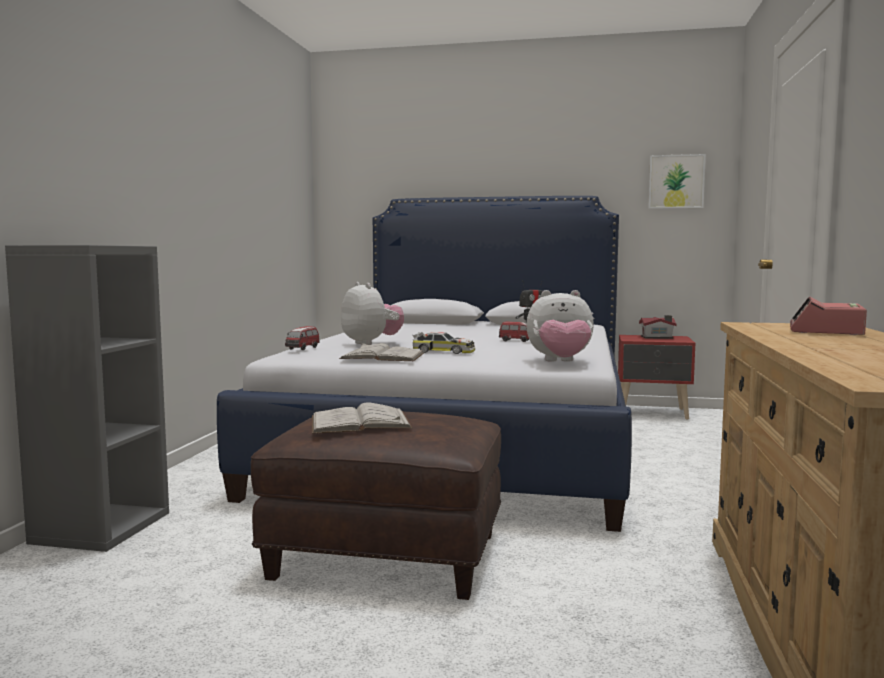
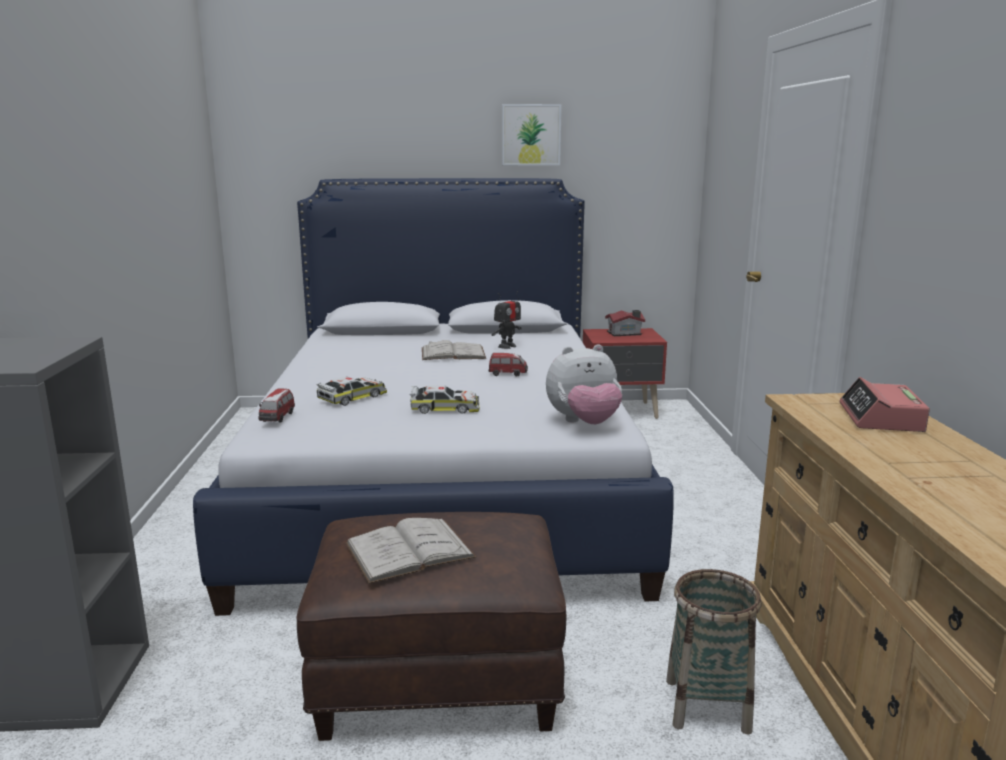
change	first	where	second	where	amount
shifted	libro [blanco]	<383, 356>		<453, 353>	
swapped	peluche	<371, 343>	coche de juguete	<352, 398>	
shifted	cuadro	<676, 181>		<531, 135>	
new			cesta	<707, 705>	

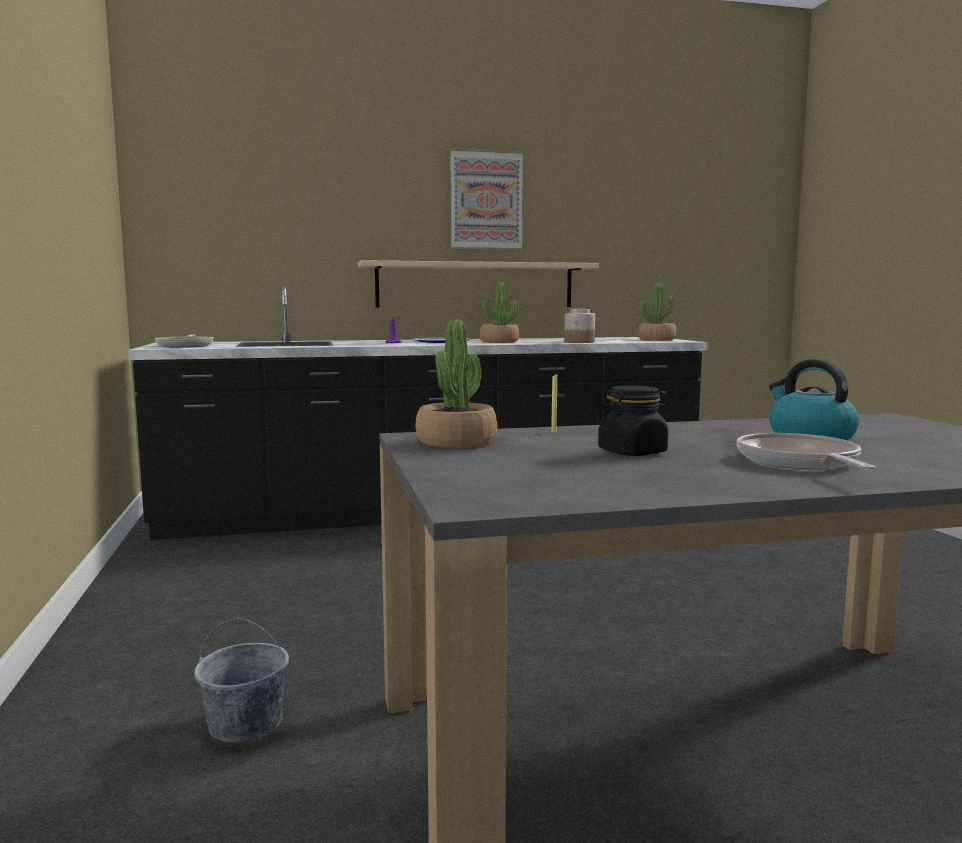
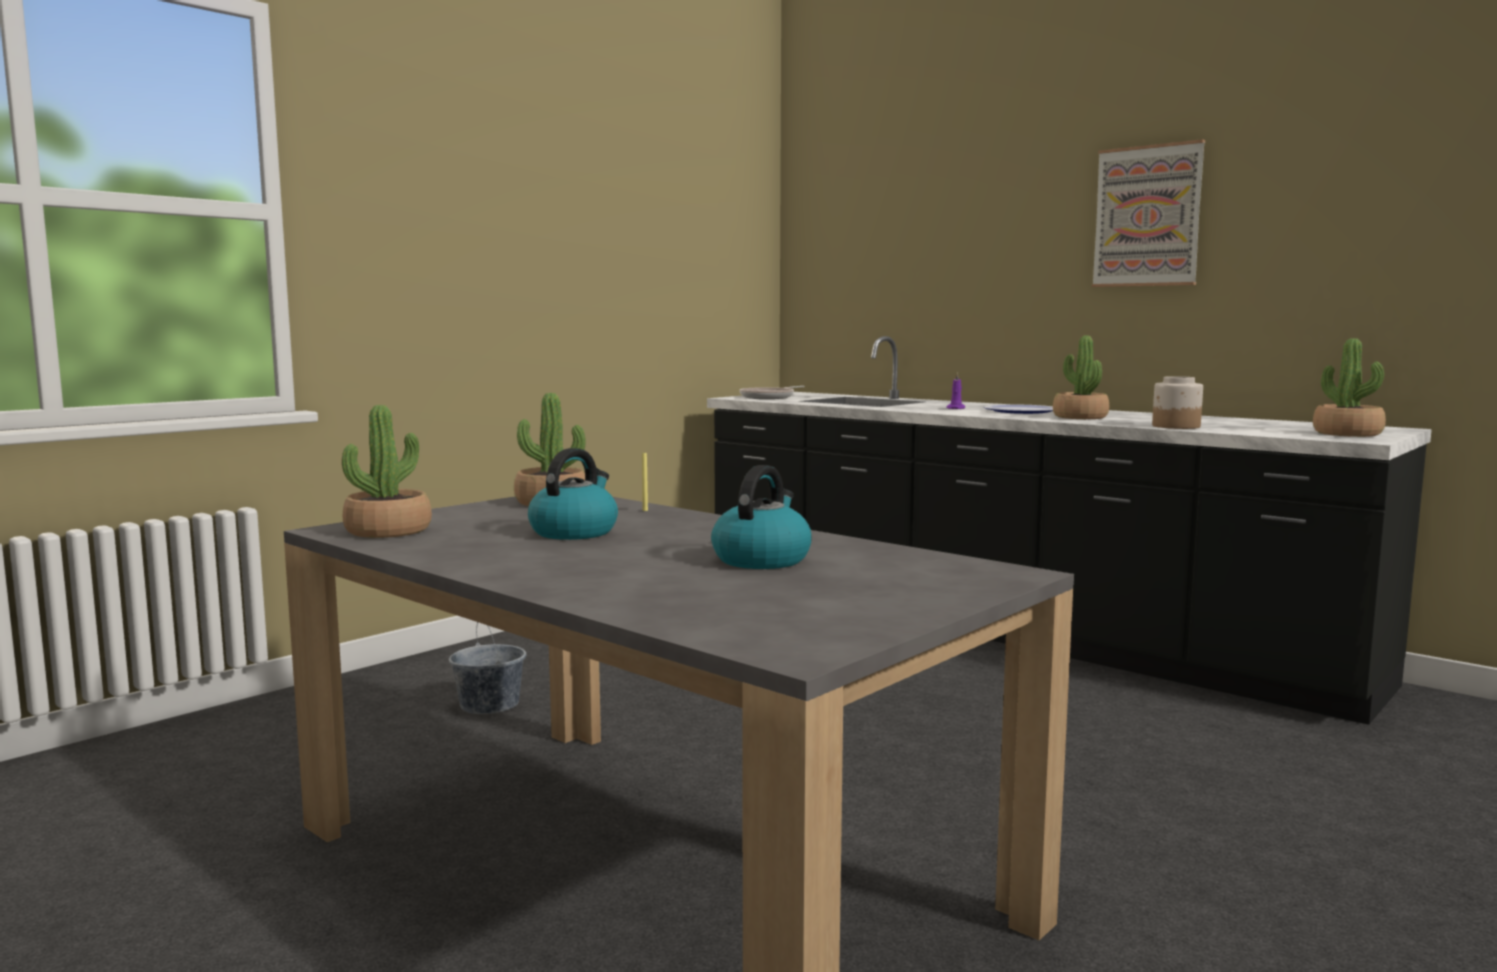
change	first	where	second	where	amount
gone	estante [beis]	<475, 285>			
swapped	tarro [negro]	<633, 452>	hervidor	<574, 532>	
gone	sartén	<800, 462>			
new			planta en maceta	<388, 531>	

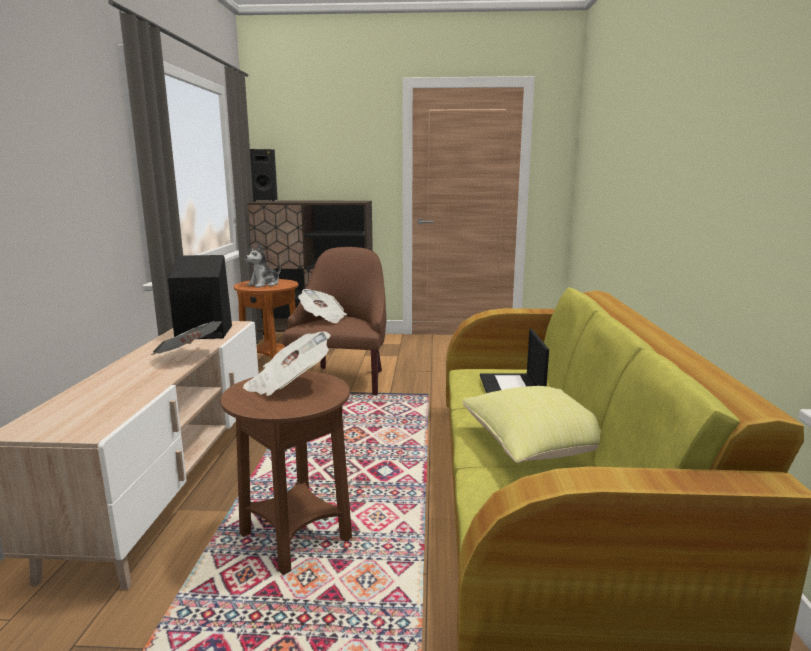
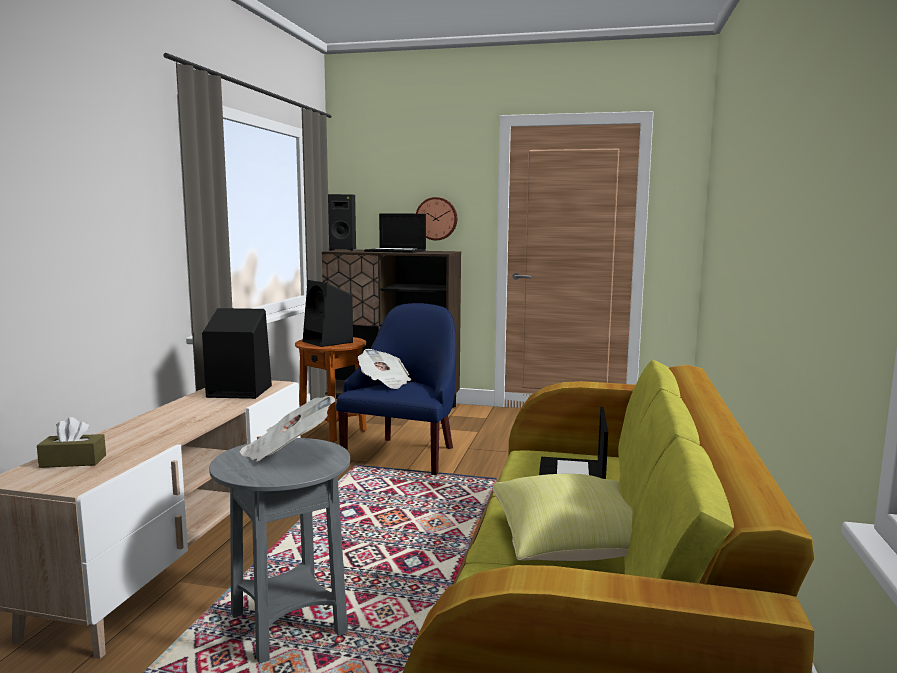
change	first	where	second	where	amount
gone	periódico	<188, 356>			
repainted	mesa auxiliar [marrón]	<295, 537>	mesa auxiliar [gris]	<287, 624>	
swapped	peluche	<264, 284>	altavoz [negro]	<328, 342>	
repainted	sillón [marrón]	<342, 379>	sillón [azul]	<404, 454>	
new			caja de pañuelos [marrón]	<73, 461>	
new			portátil	<396, 251>	
new			reloj de pared	<436, 218>	

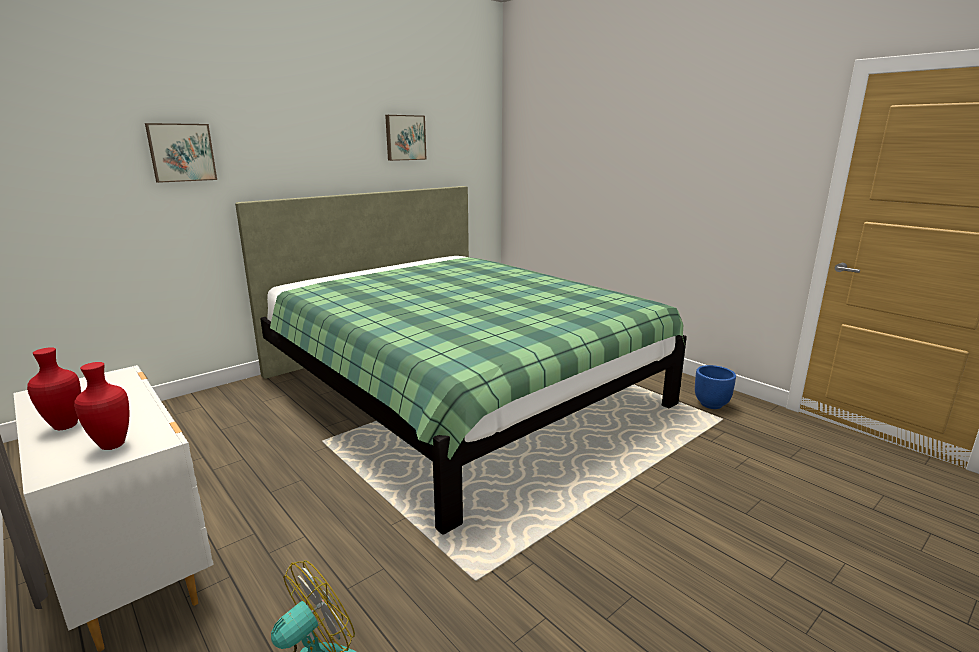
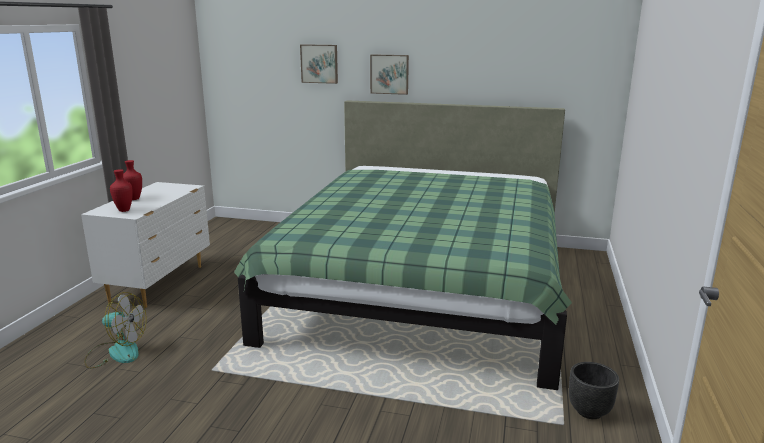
change	first	where	second	where	amount
shifted	cuadro	<405, 137>		<389, 74>	
repainted	maceta [azul]	<711, 405>	maceta [negro]	<589, 412>	

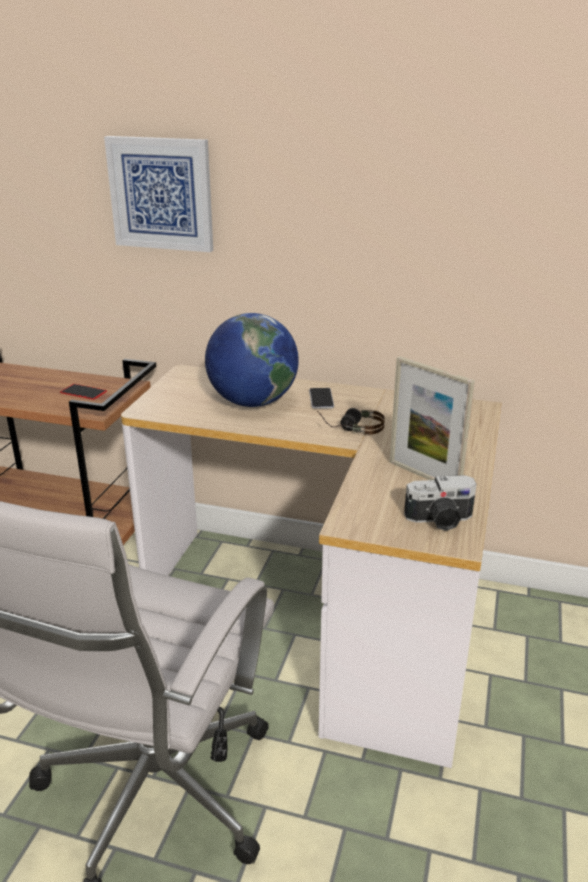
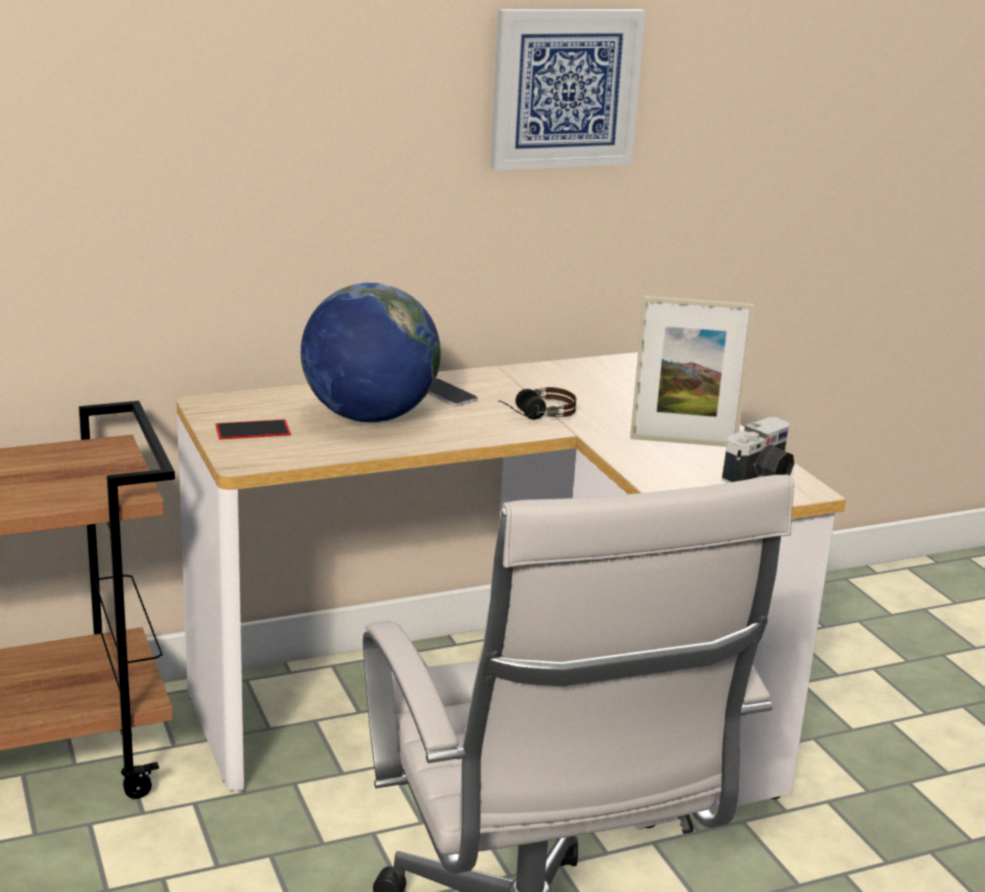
change	first	where	second	where	amount
shifted	móvil	<83, 392>		<252, 430>	
shifted	cuadro	<161, 194>		<565, 88>	

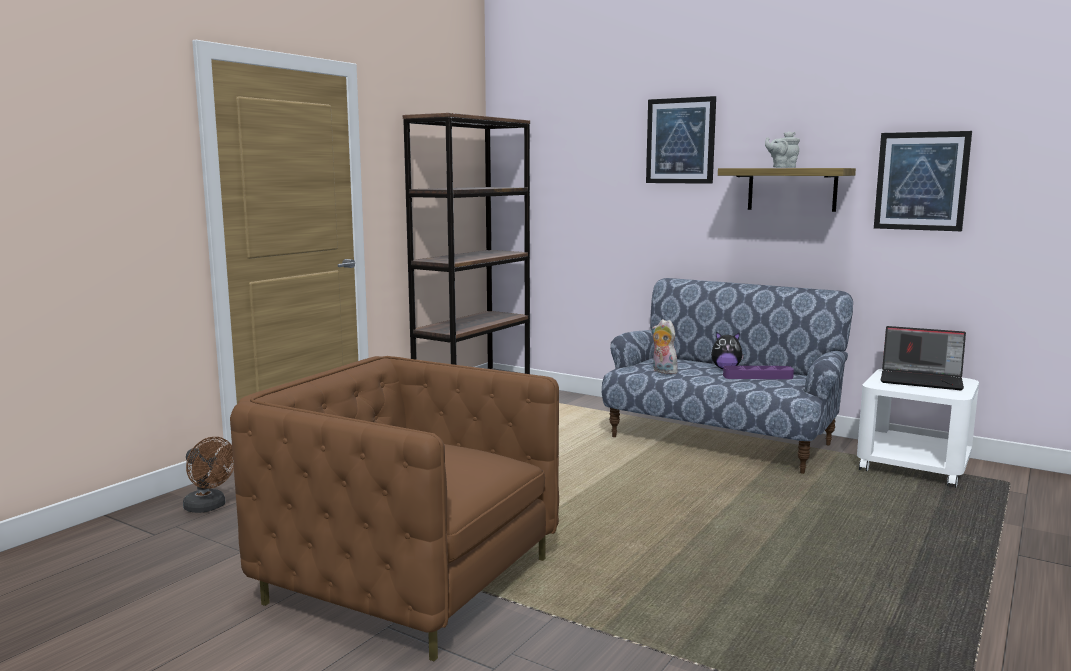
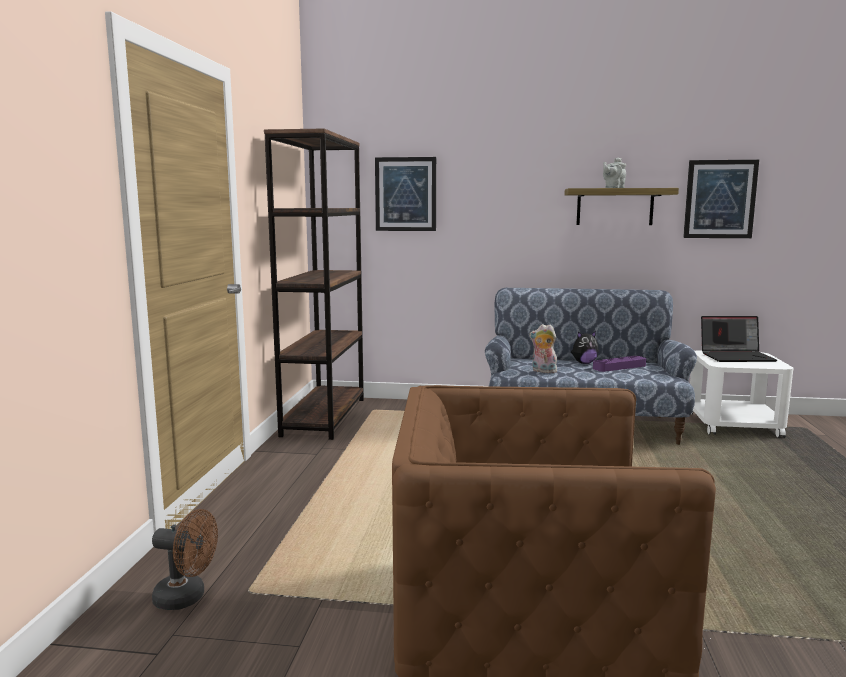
change	first	where	second	where	amount
shifted	cuadro	<680, 141>		<405, 194>	

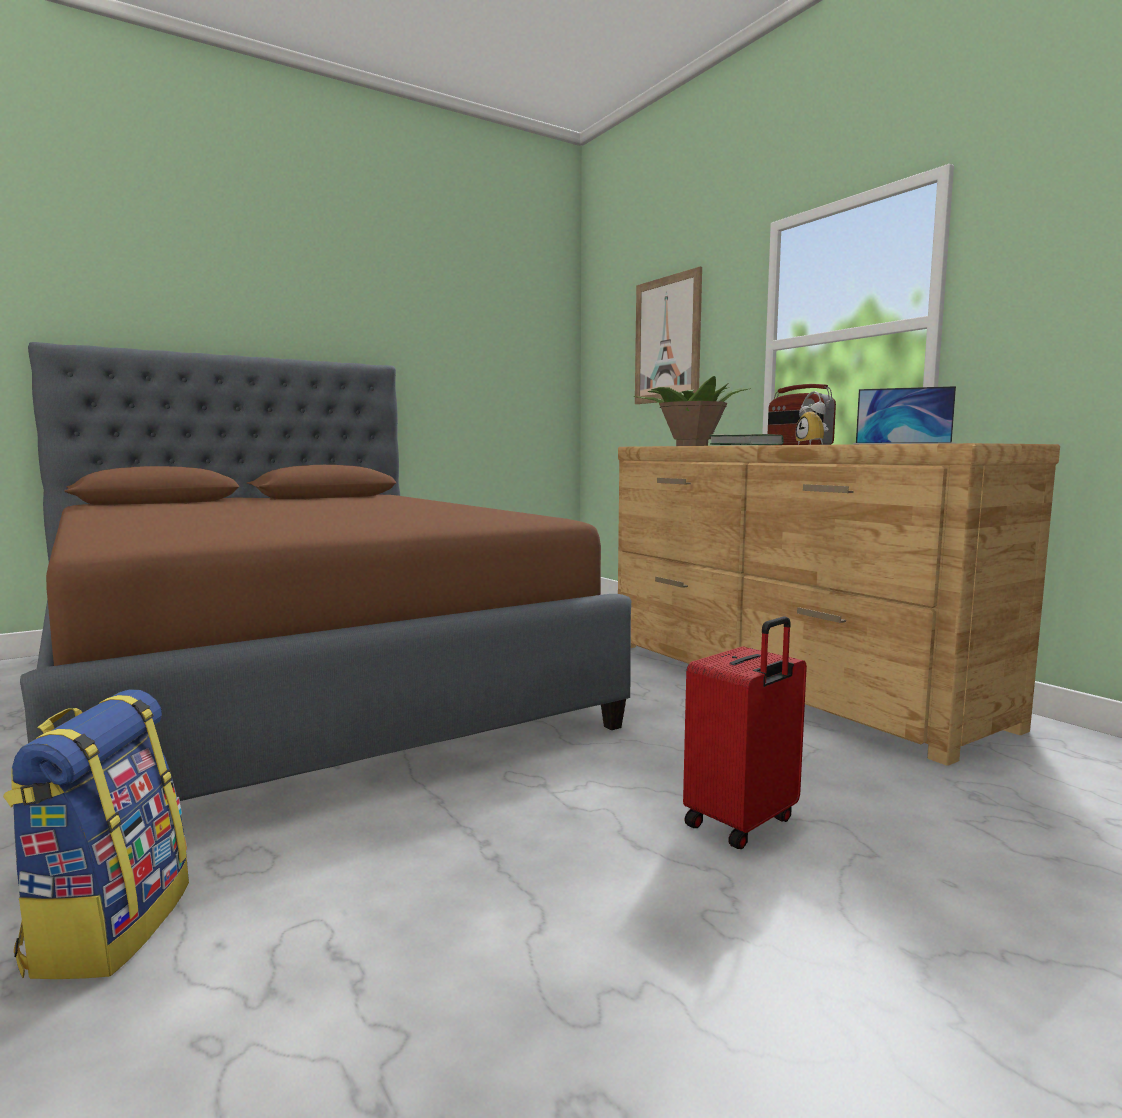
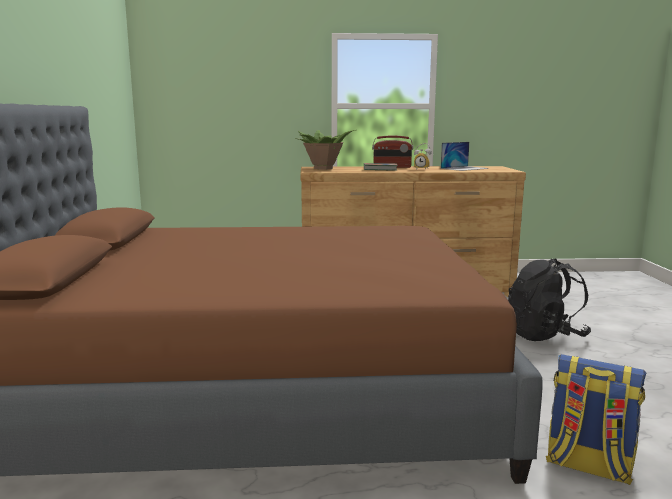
change	first	where	second	where	amount
gone	cuadro	<667, 340>			
swapped	maleta [rojo]	<743, 823>	mochila [negro]	<544, 335>	

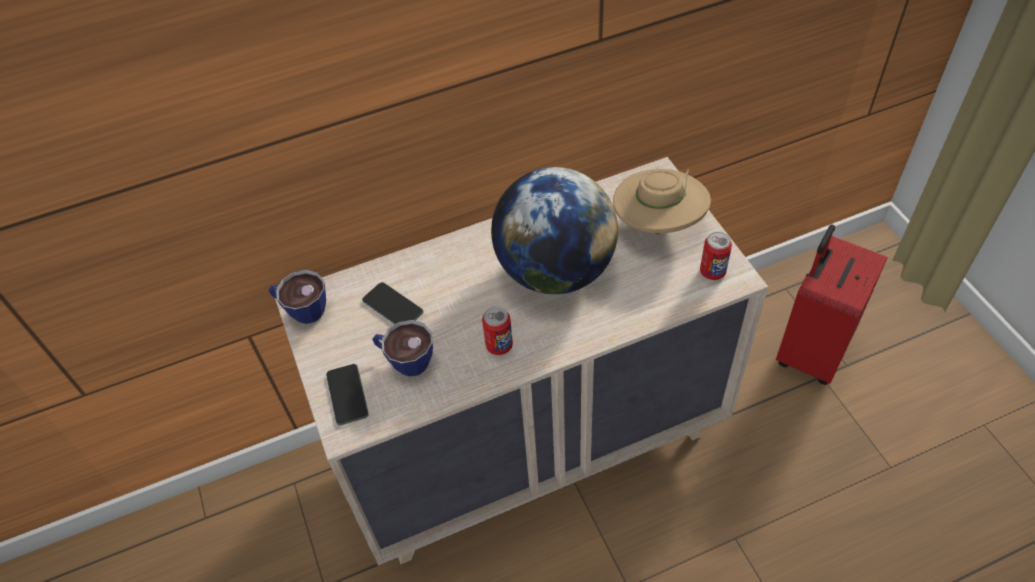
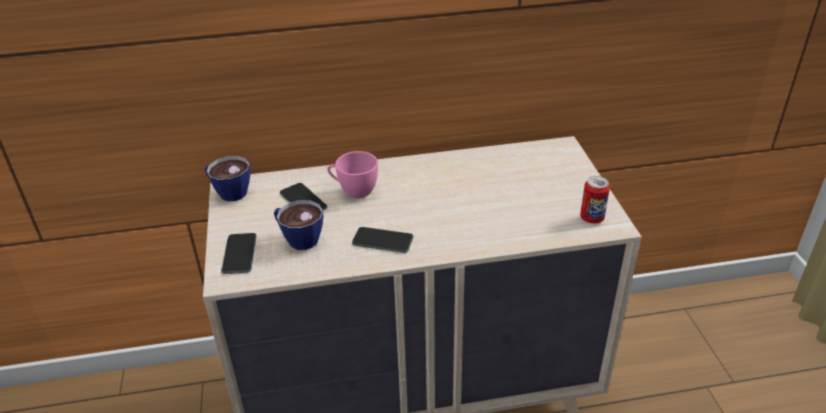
change	first	where	second	where	amount
swapped	lata	<499, 345>	móvil	<382, 240>	
gone	globo terráqueo	<555, 271>			
gone	sombrero [beis]	<658, 224>			
gone	maleta [rojo]	<811, 350>			
new			taza [rosa]	<353, 191>	

